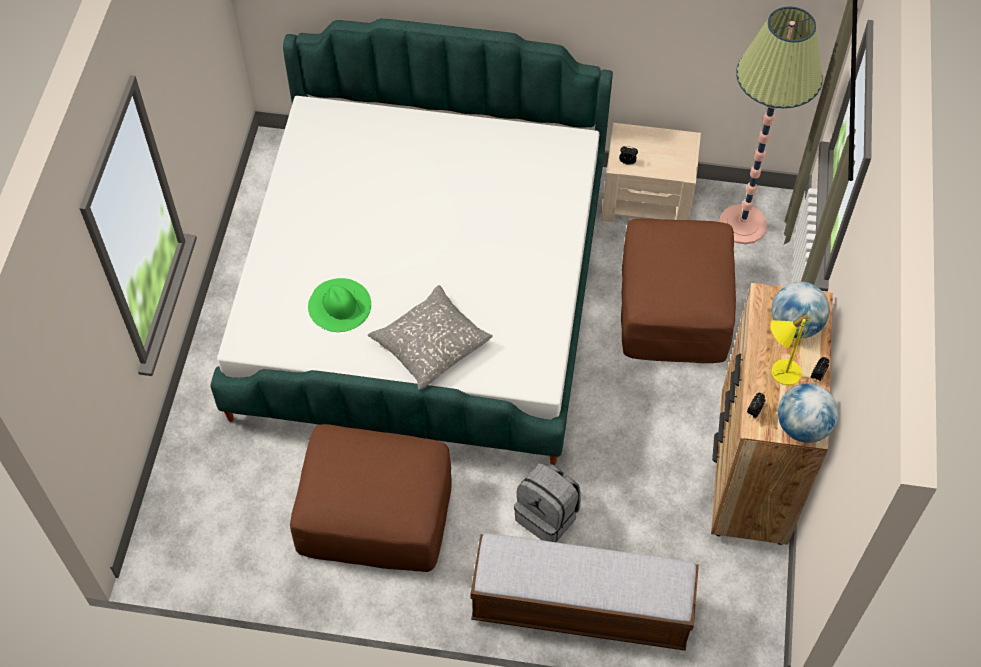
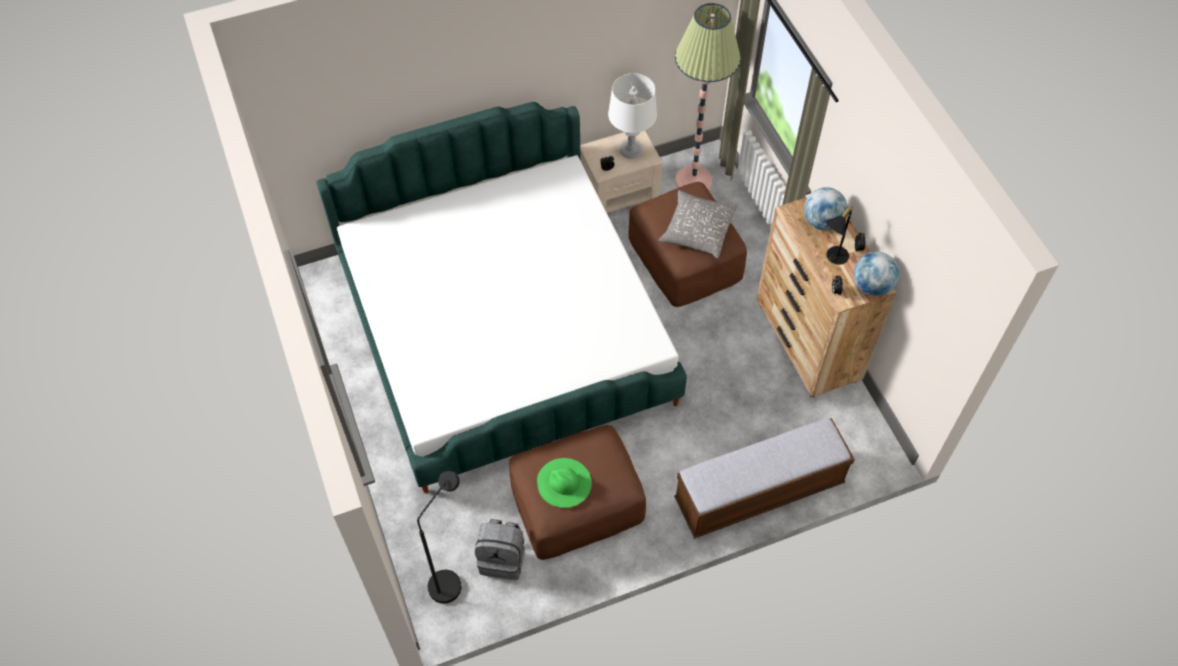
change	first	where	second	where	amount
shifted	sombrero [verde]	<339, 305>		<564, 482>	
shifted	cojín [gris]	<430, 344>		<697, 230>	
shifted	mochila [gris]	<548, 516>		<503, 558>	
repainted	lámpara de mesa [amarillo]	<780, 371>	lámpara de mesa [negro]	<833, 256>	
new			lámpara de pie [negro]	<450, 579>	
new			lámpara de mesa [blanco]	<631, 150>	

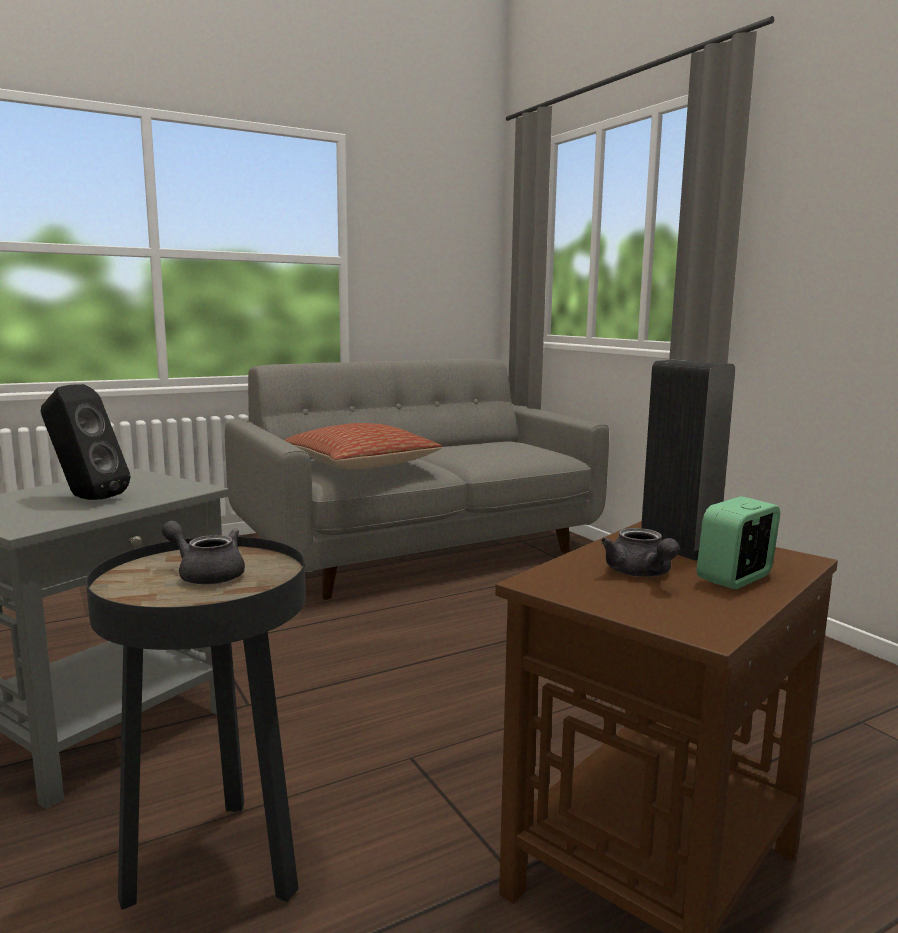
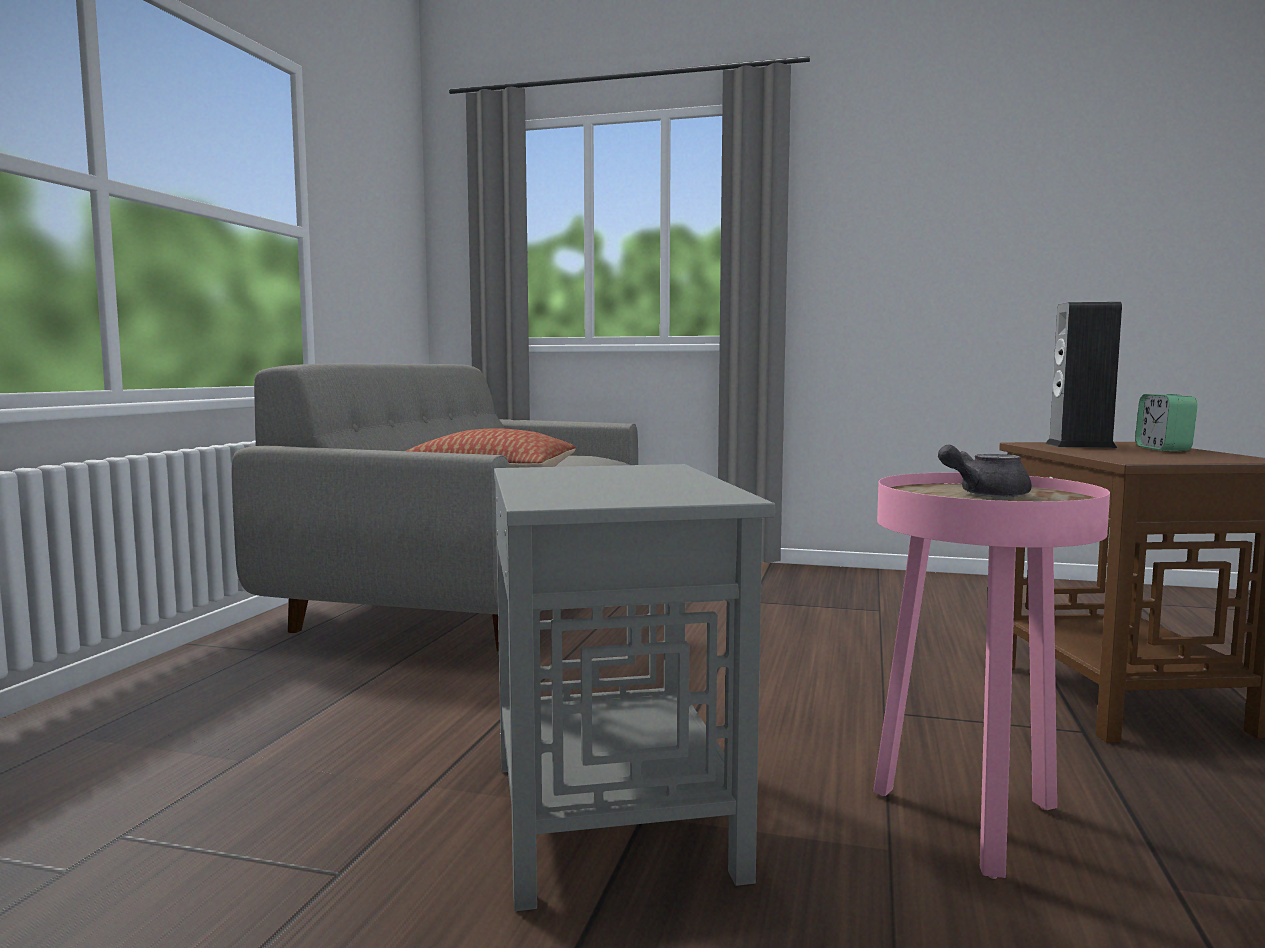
change	first	where	second	where	amount
gone	altavoz [negro]	<85, 498>			
repainted	mesa auxiliar [negro]	<217, 868>	mesa auxiliar [rosa]	<972, 824>	
gone	tetera [gris]	<641, 574>			

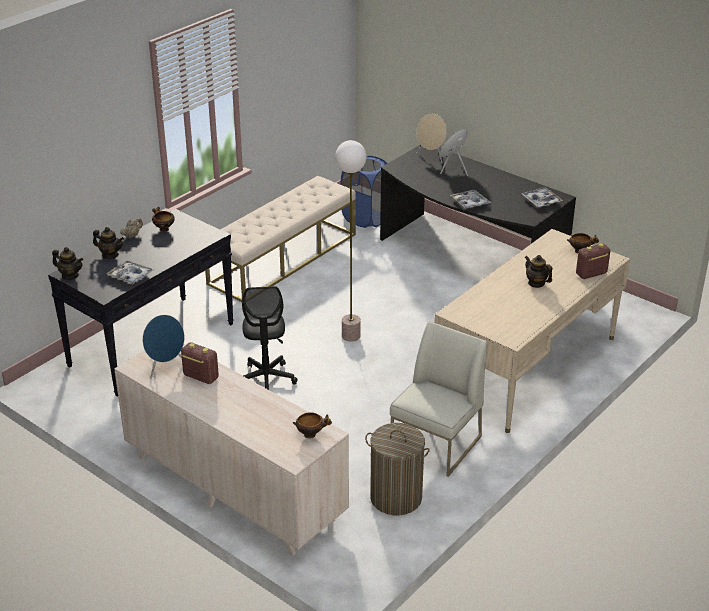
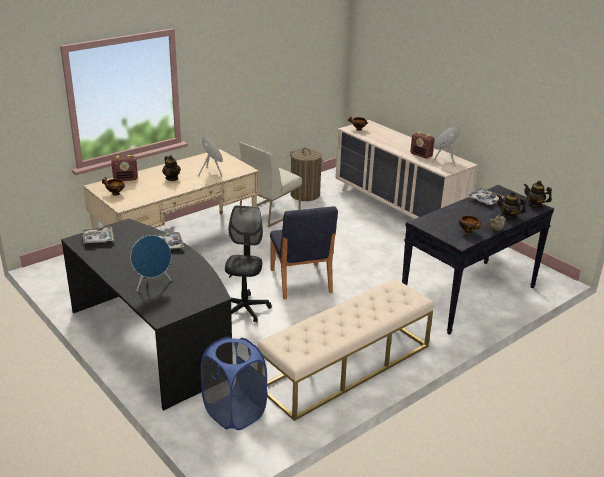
change	first	where	second	where	amount
shifted	silla de oficina [negro]	<266, 380>		<244, 309>	
swapped	lámpara de pie	<351, 335>	silla [azul]	<300, 281>	
shifted	altavoz [beis]	<431, 157>		<211, 172>	

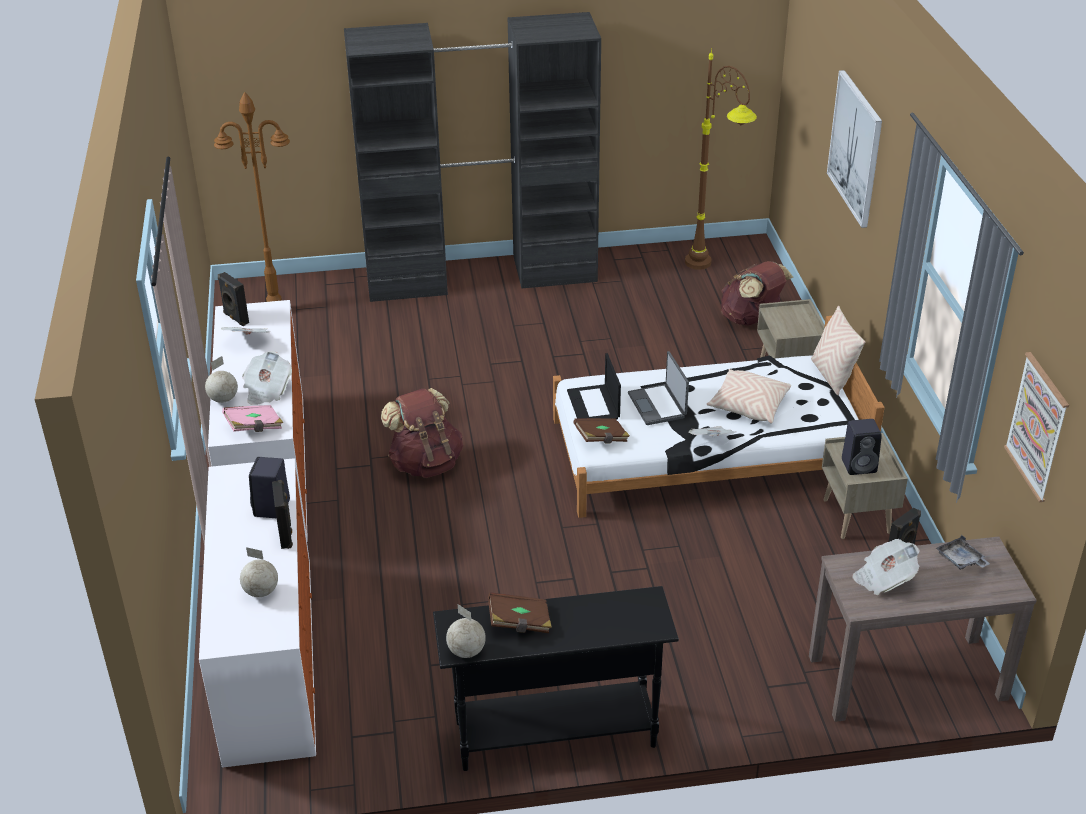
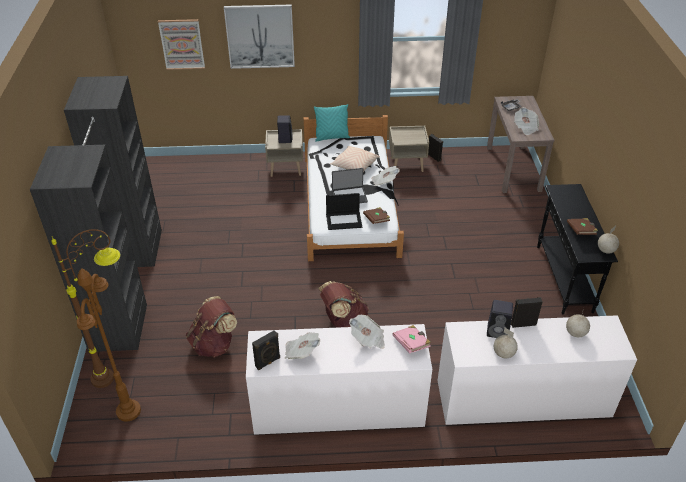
change	first	where	second	where	amount
shifted	globo terráqueo	<223, 399>		<503, 354>	
shifted	lámpara de pie [marrón]	<713, 272>		<121, 370>	
shifted	mochila [marrón]	<751, 319>		<214, 344>	
repainted	cojín [beis]	<832, 376>	cojín [turquesa]	<332, 137>	
shifted	altavoz [negro]	<860, 465>		<285, 139>	
shifted	cuadro	<1037, 426>		<182, 44>	

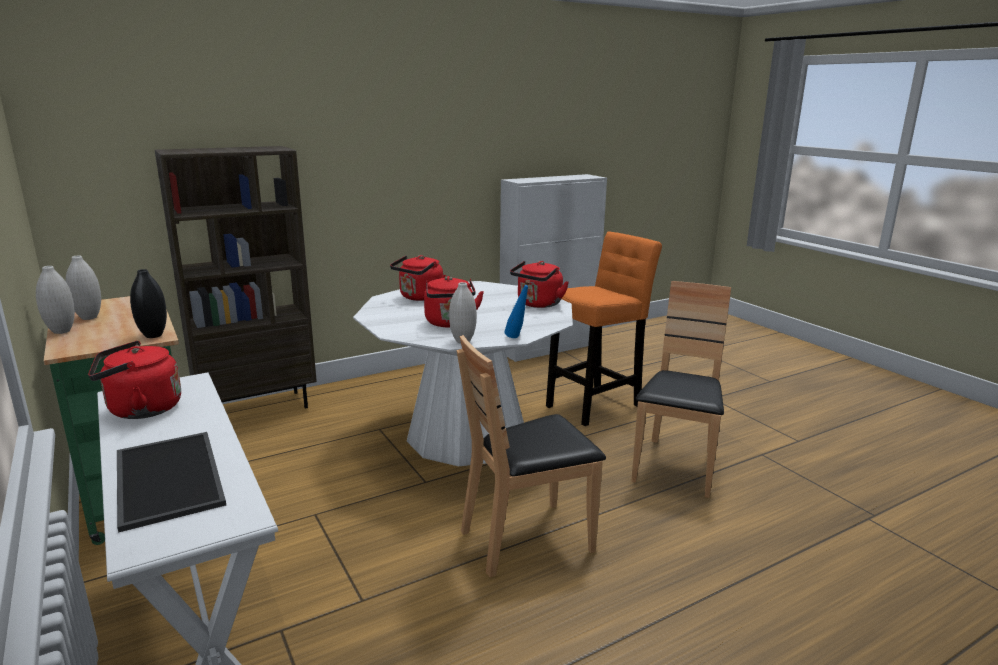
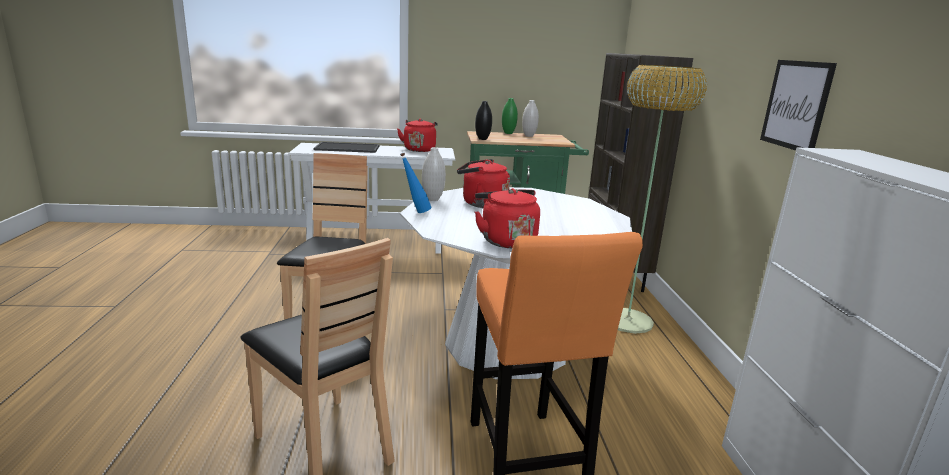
change	first	where	second	where	amount
repainted	florero [blanco]	<61, 331>	florero [verde]	<508, 133>	
gone	hervidor [rojo]	<420, 297>			
new			lámpara de pie	<627, 320>	
new			cuadro	<796, 105>	

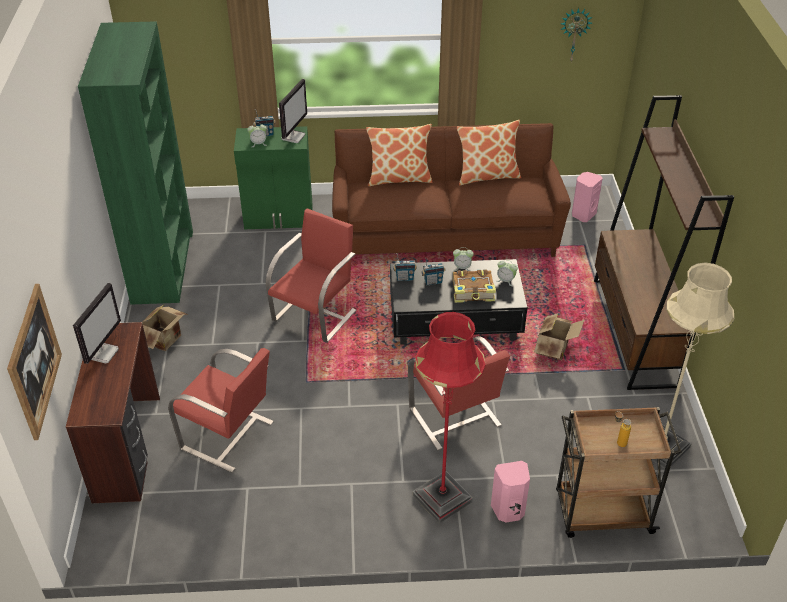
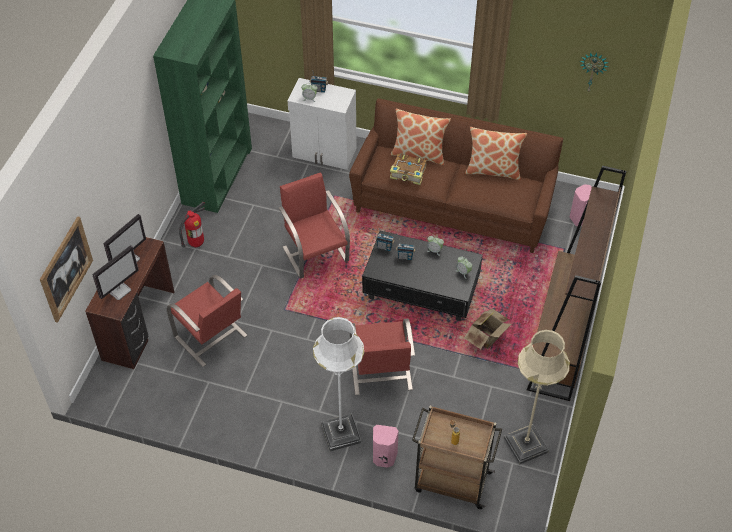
change	first	where	second	where	amount
swapped	caja de cartón	<166, 340>	extintor	<196, 243>	
repainted	armario [verde]	<279, 218>	armario [blanco]	<324, 153>	
rotated	silla [rojo]	<315, 315>		<315, 253>	75 degrees counterclockwise
shifted	monitor	<293, 136>		<119, 290>	
repainted	lámpara de pie [rojo]	<442, 498>	lámpara de pie [blanco]	<341, 433>	
shifted	libro	<473, 292>		<408, 173>	

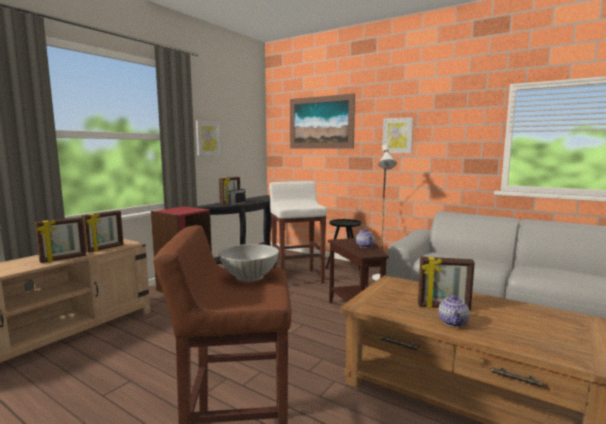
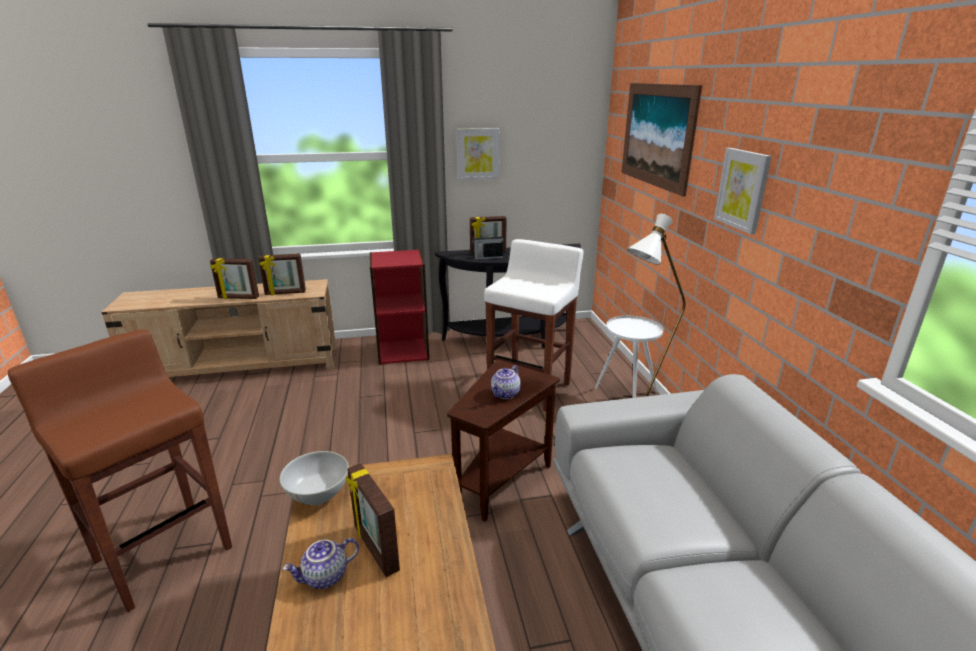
change	first	where	second	where	amount
shifted	cuenco [blanco]	<249, 276>		<318, 494>	
repainted	mesa auxiliar [negro]	<344, 267>	mesa auxiliar [blanco]	<626, 397>	

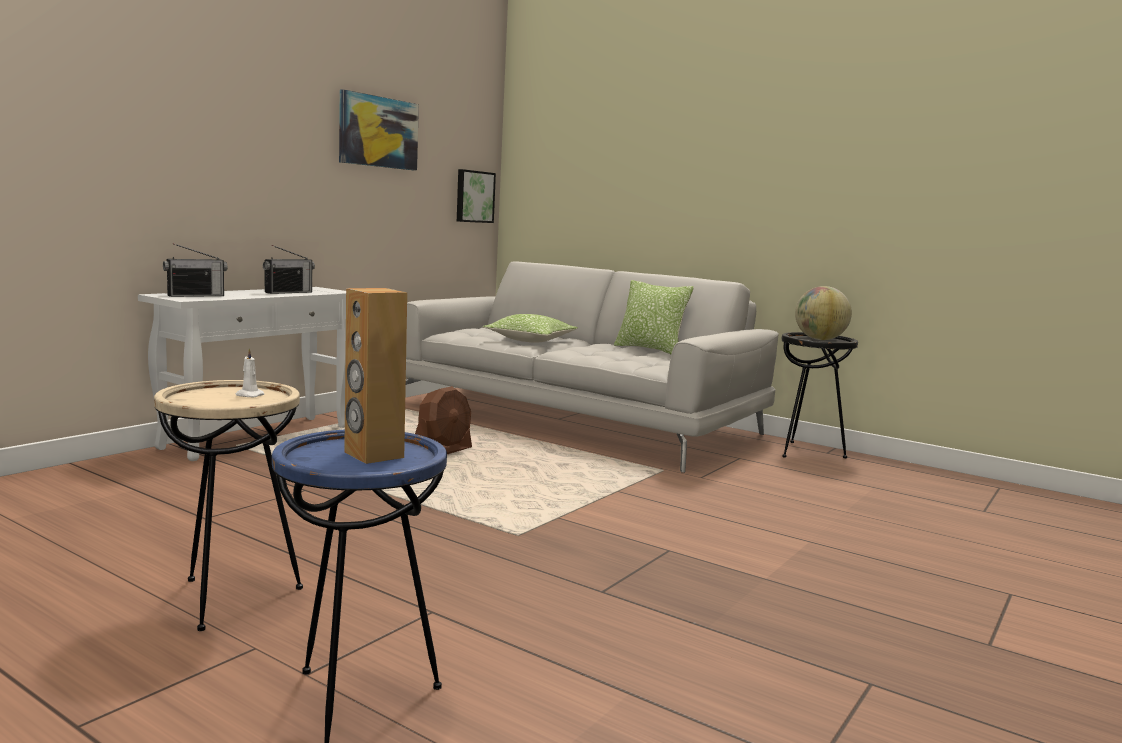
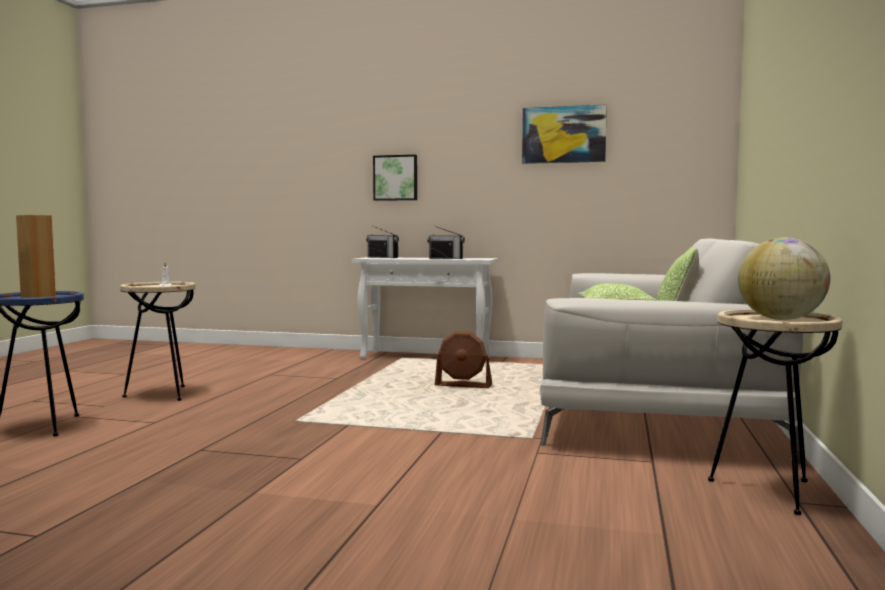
change	first	where	second	where	amount
shifted	cuadro	<474, 196>		<395, 178>	
repainted	mesa auxiliar [negro]	<807, 452>	mesa auxiliar [beis]	<770, 491>	

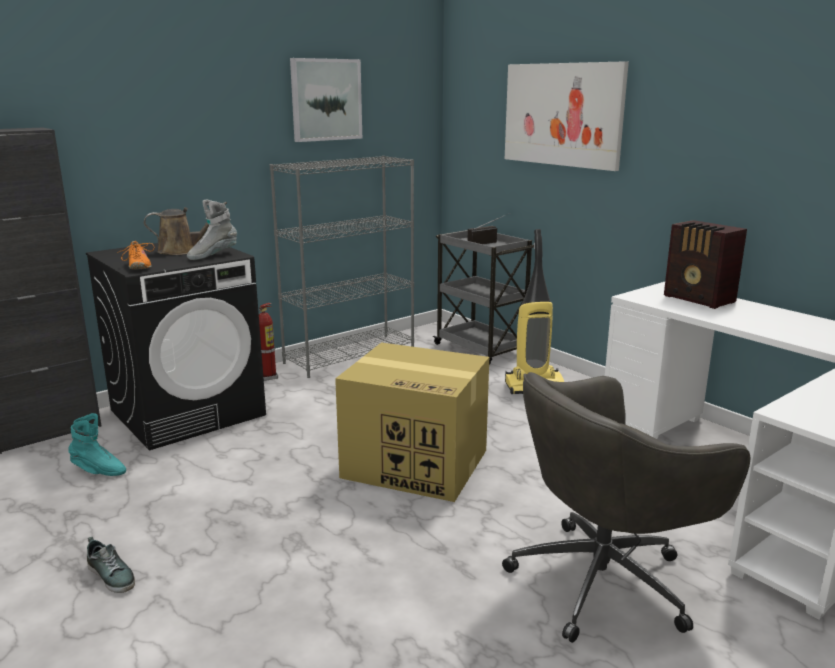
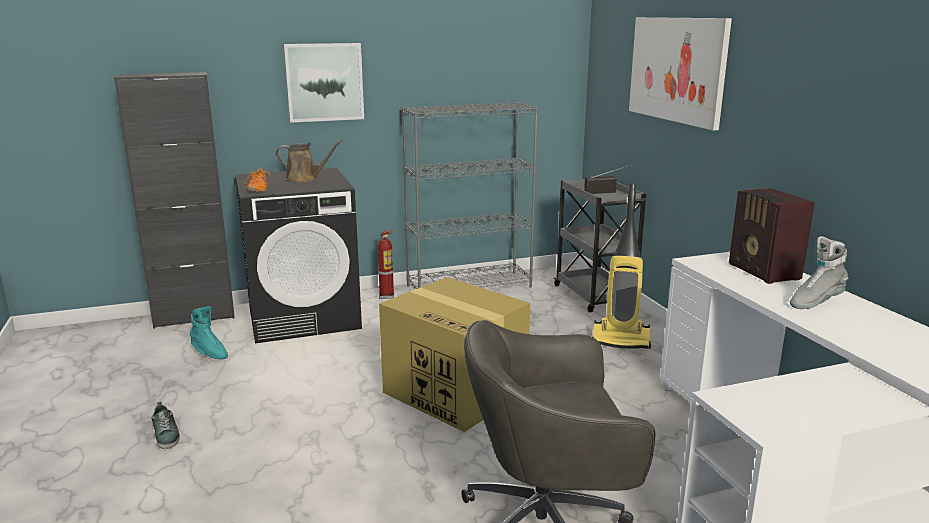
change	first	where	second	where	amount
shifted	bota [gris]	<213, 255>		<815, 302>	
shifted	cuadro	<326, 100>		<324, 82>	

